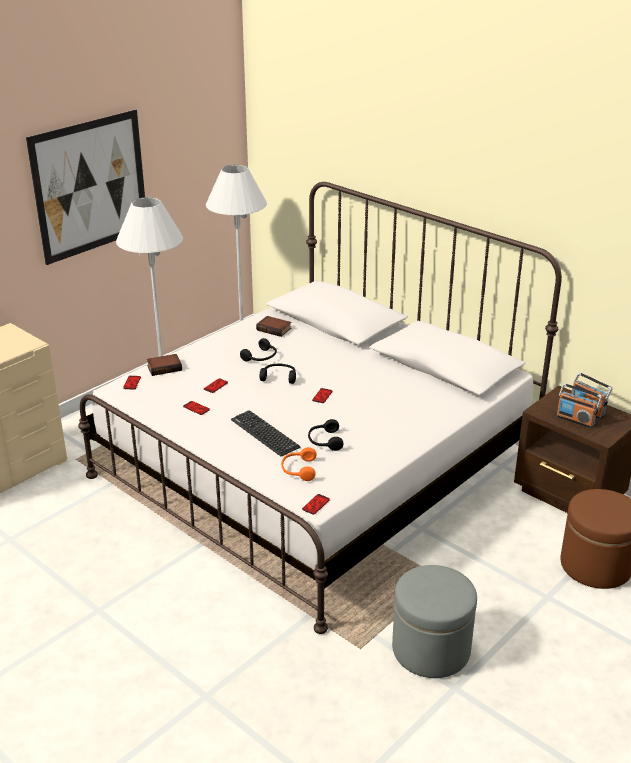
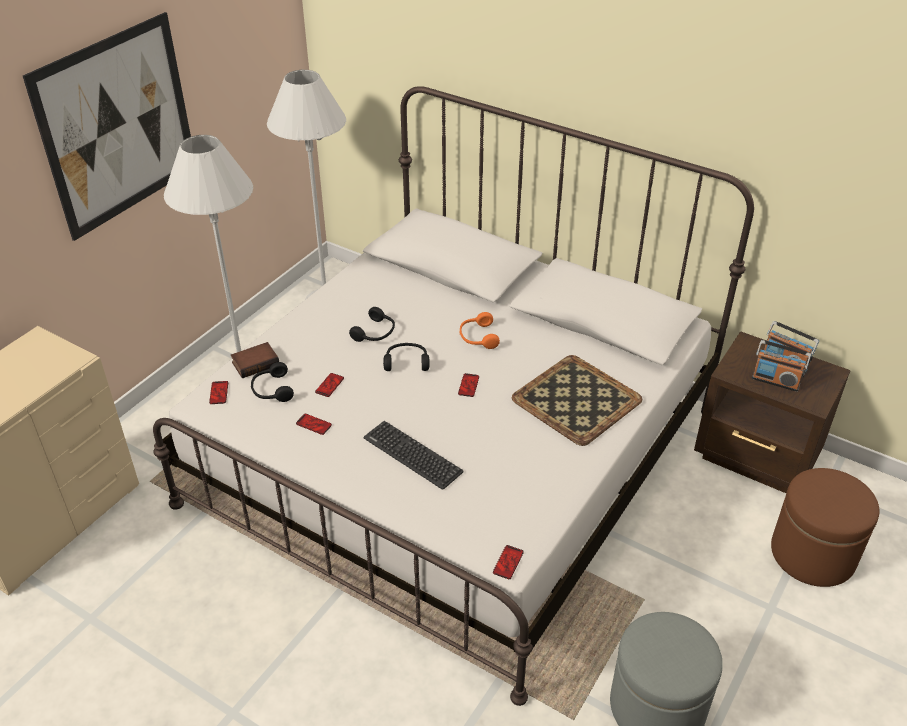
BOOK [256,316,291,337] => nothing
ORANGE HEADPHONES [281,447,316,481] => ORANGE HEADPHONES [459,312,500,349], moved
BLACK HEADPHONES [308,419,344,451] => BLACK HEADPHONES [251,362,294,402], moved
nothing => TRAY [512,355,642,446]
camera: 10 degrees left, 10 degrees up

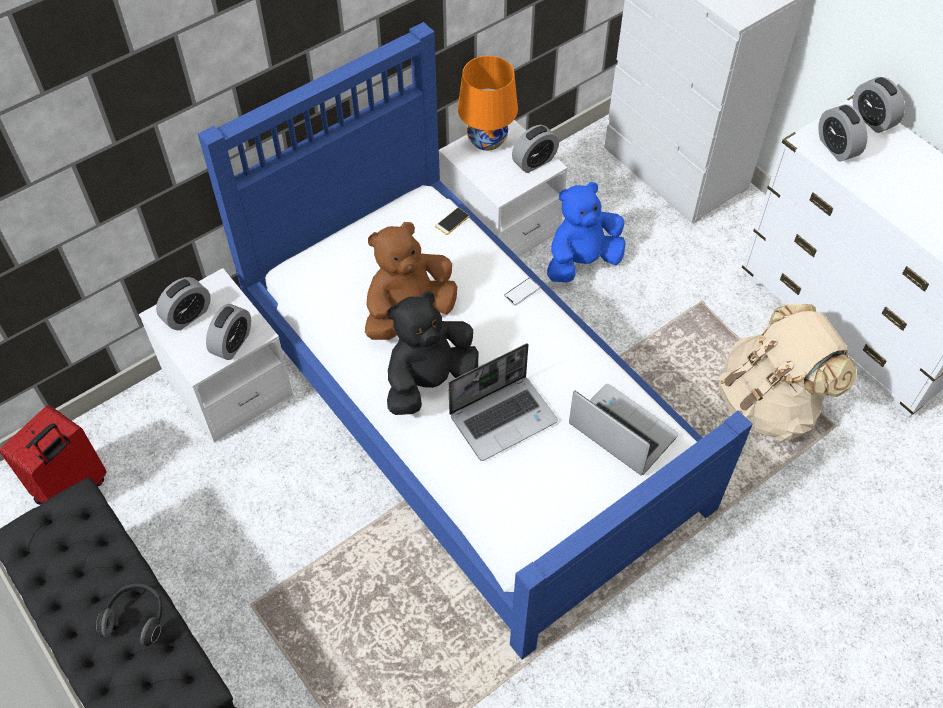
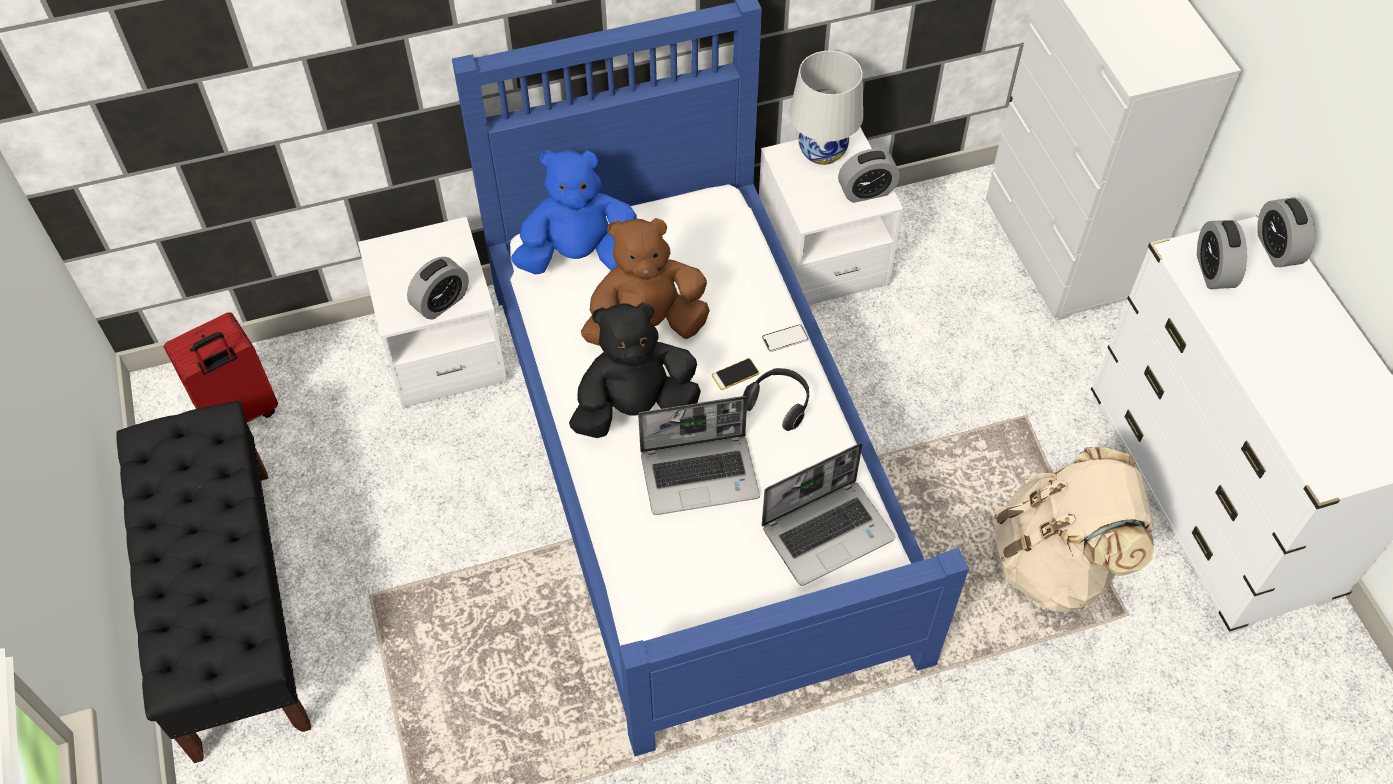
HEADPHONES [96,584,162,647] => HEADPHONES [743,368,809,431], moved
ALARM CLOCK [156,277,211,330] => nothing
PHONE [435,208,469,235] => PHONE [712,358,759,390], moved
ORANGE TABLE LAMP [458,56,518,151] => WHITE TABLE LAMP [790,51,863,165]
BLUE PLUSH TOY [547,182,626,282] => BLUE PLUSH TOY [511,150,637,274], moved
LAPTOP [569,384,679,476] => LAPTOP [762,443,895,586], 90 degrees clockwise
camera: 20 degrees right, 0 degrees up

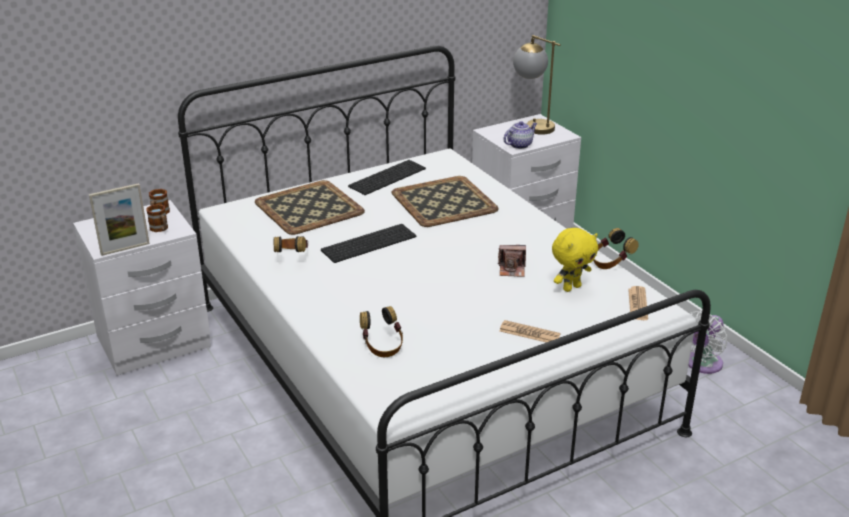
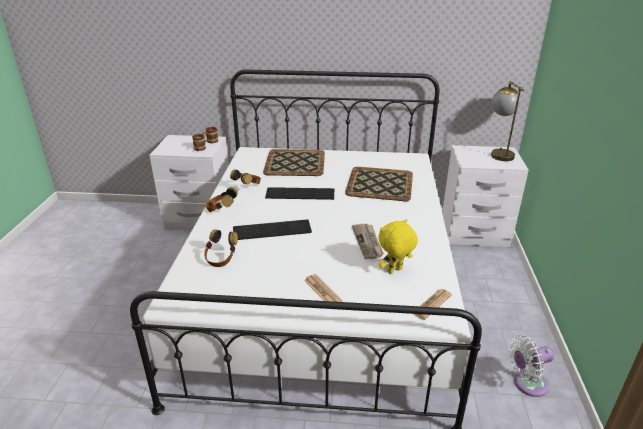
PICTURE FRAME [89,183,150,256] => nothing
KEYBOARD [348,160,426,195] => KEYBOARD [233,219,312,240], moved
PHOTO CAMERA [498,245,526,277] => NEWSPAPER [352,224,384,259]
TEAPOT [504,121,537,149] => nothing
YELLOW PLUSH TOY [552,228,598,292] => YELLOW PLUSH TOY [379,219,418,274], 150 degrees clockwise
HEADPHONES [593,228,639,269] => HEADPHONES [205,187,238,212], moved
camera: 35 degrees right, 0 degrees up

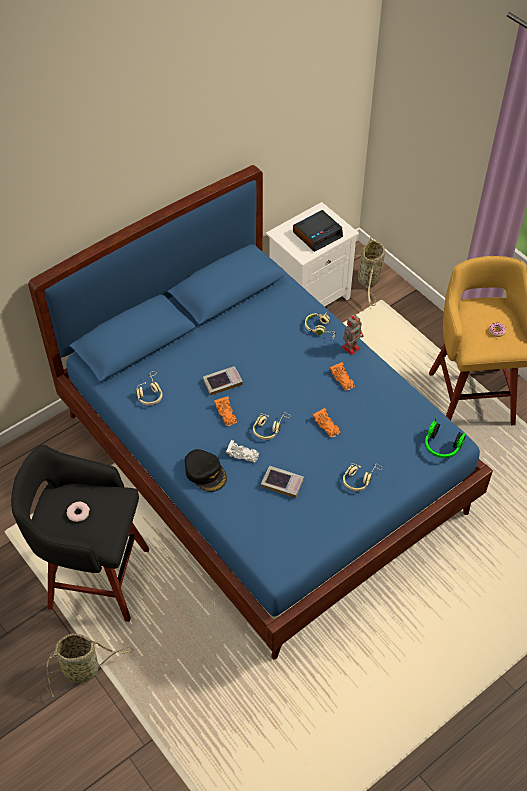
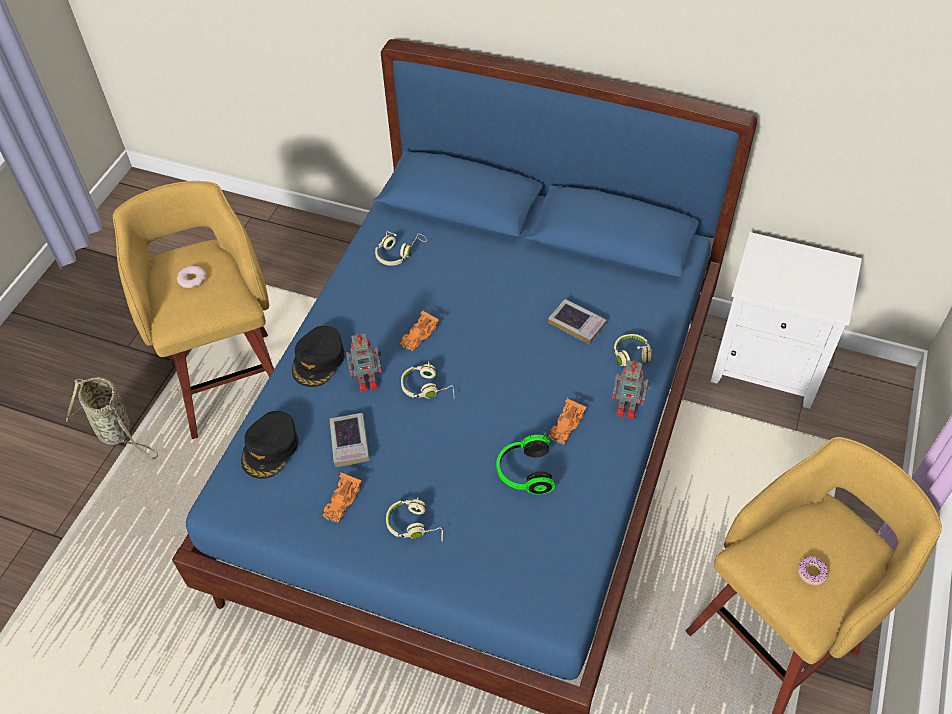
BLACK STOOL [11,445,149,622] => YELLOW STOOL [113,181,274,439]
BOOK [203,366,243,395] => BOOK [548,299,607,345], moved
WHITE TOY CAR [226,439,259,463] => TOY ROBOT [346,333,382,392]
ALARM CLOCK [293,210,343,252] => nothing
ORANGE TOY CAR [312,408,341,438] => ORANGE TOY CAR [322,471,362,523], moved
BASKET [354,237,385,306] => nothing
HEADPHONES [425,419,466,458] => HEADPHONES [496,433,555,494], moved
nothing => BLACK CAP [241,411,298,479]
camera: 60 degrees right, 0 degrees up

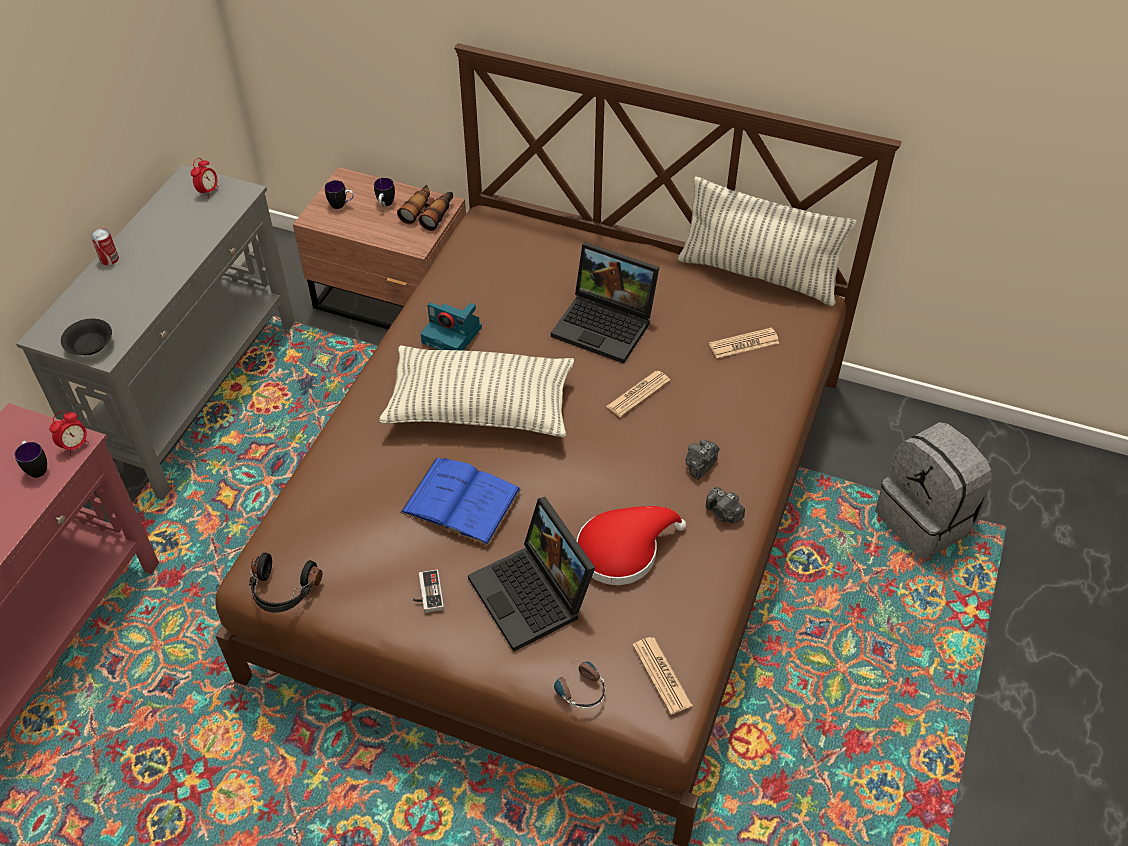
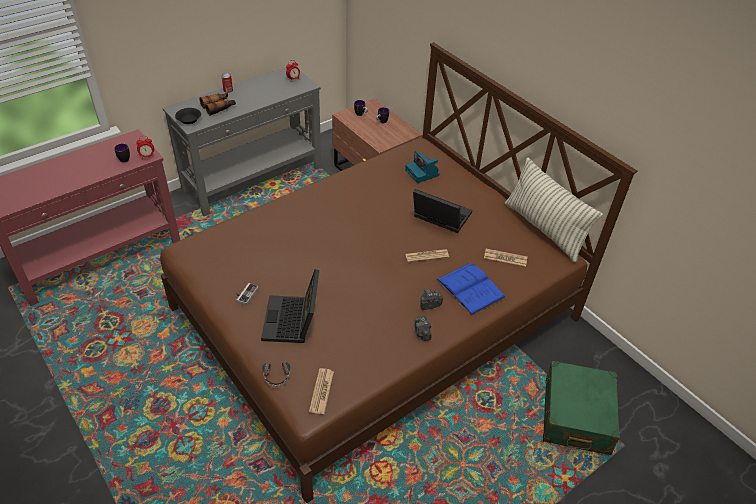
BLACK HEADPHONES [249,552,322,613] => nothing
PILLOW [379,345,574,437] => nothing
BINOCULARS [397,185,453,231] => BINOCULARS [199,93,236,116], moved
BLUE BOOK [400,458,521,546] => BLUE BOOK [436,263,506,316], moved
PHOTO CAMERA [420,302,482,351] => PHOTO CAMERA [405,151,439,183], moved
LAPTOP [551,242,659,364] => LAPTOP [413,189,472,233], 150 degrees clockwise
RED HAT [577,506,687,585] => nothing
GREY BACKPACK [875,422,992,559] => GREEN SUITCASE [543,361,620,455]
camera: 30 degrees right, 5 degrees down

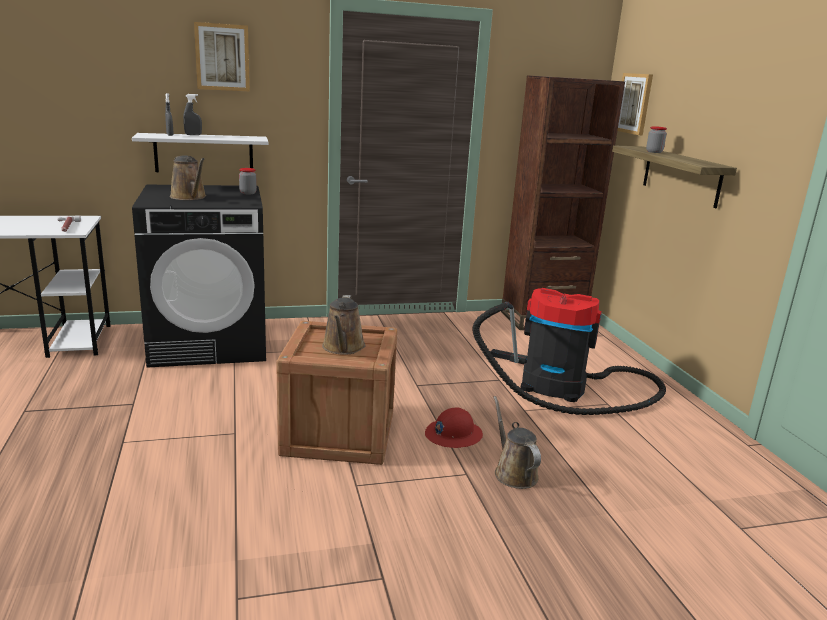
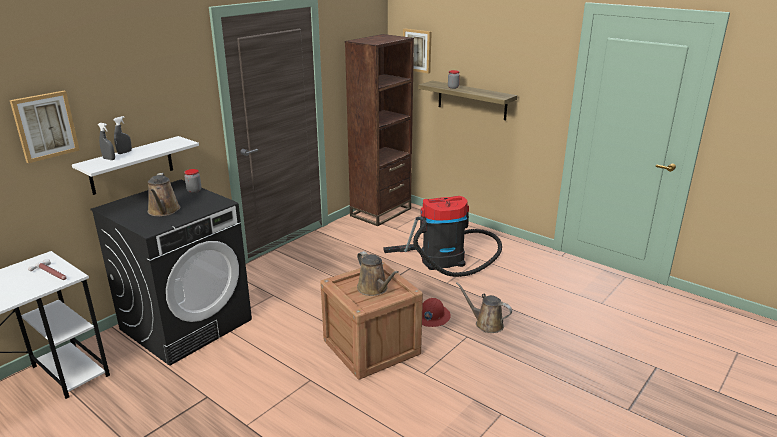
BROWN WATERING CAN [170,155,206,200] => BROWN WATERING CAN [148,173,181,216], 60 degrees clockwise
PICTURE [194,22,250,91] => PICTURE [10,91,79,163], moved
camera: 35 degrees left, 5 degrees up

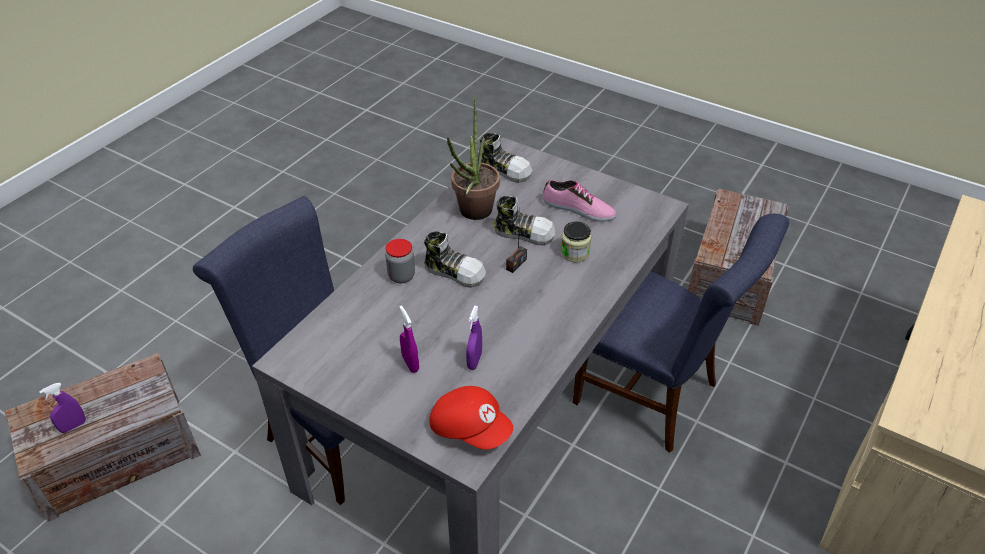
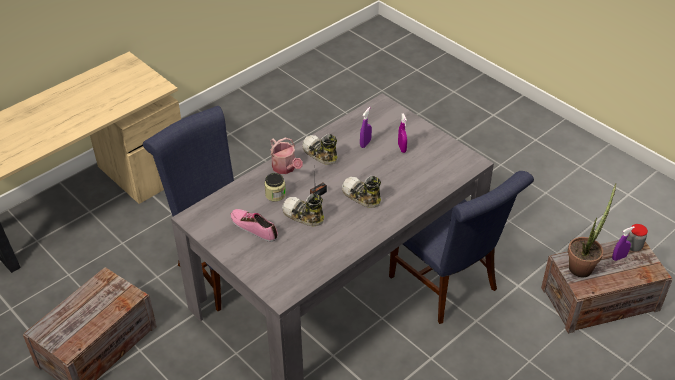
JAR [385,239,415,283] => JAR [626,224,648,252], moved
RED CAP [429,386,513,450] => nothing
POTTED PLANT [447,96,500,220] => POTTED PLANT [568,183,616,277], moved
SHOE [480,133,532,183] => SHOE [302,134,338,165], moved
nothing => WATERING CAN [270,138,303,174]
camera: 165 degrees left, 0 degrees up

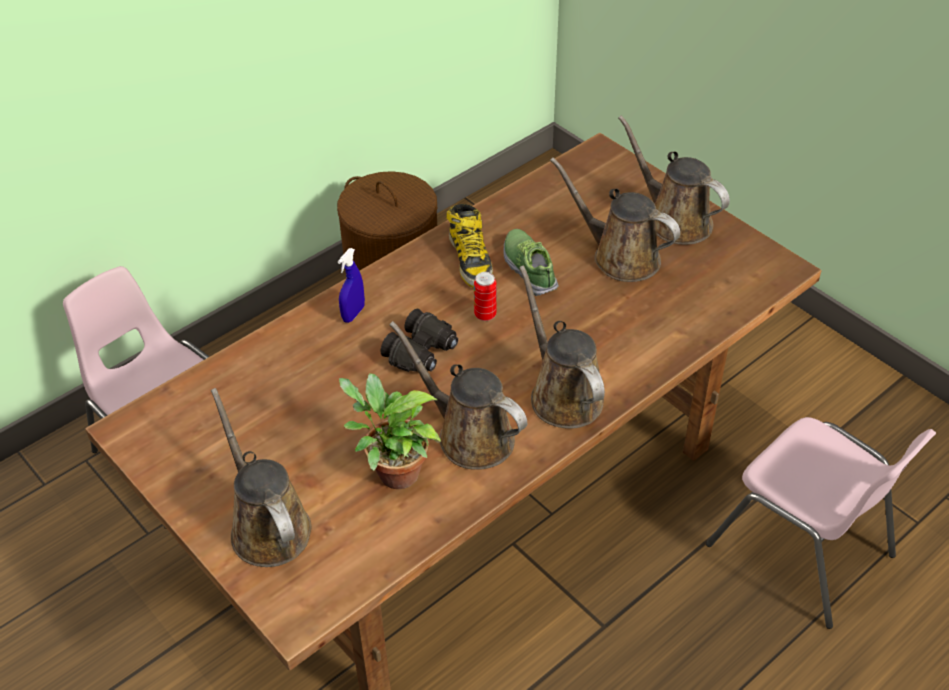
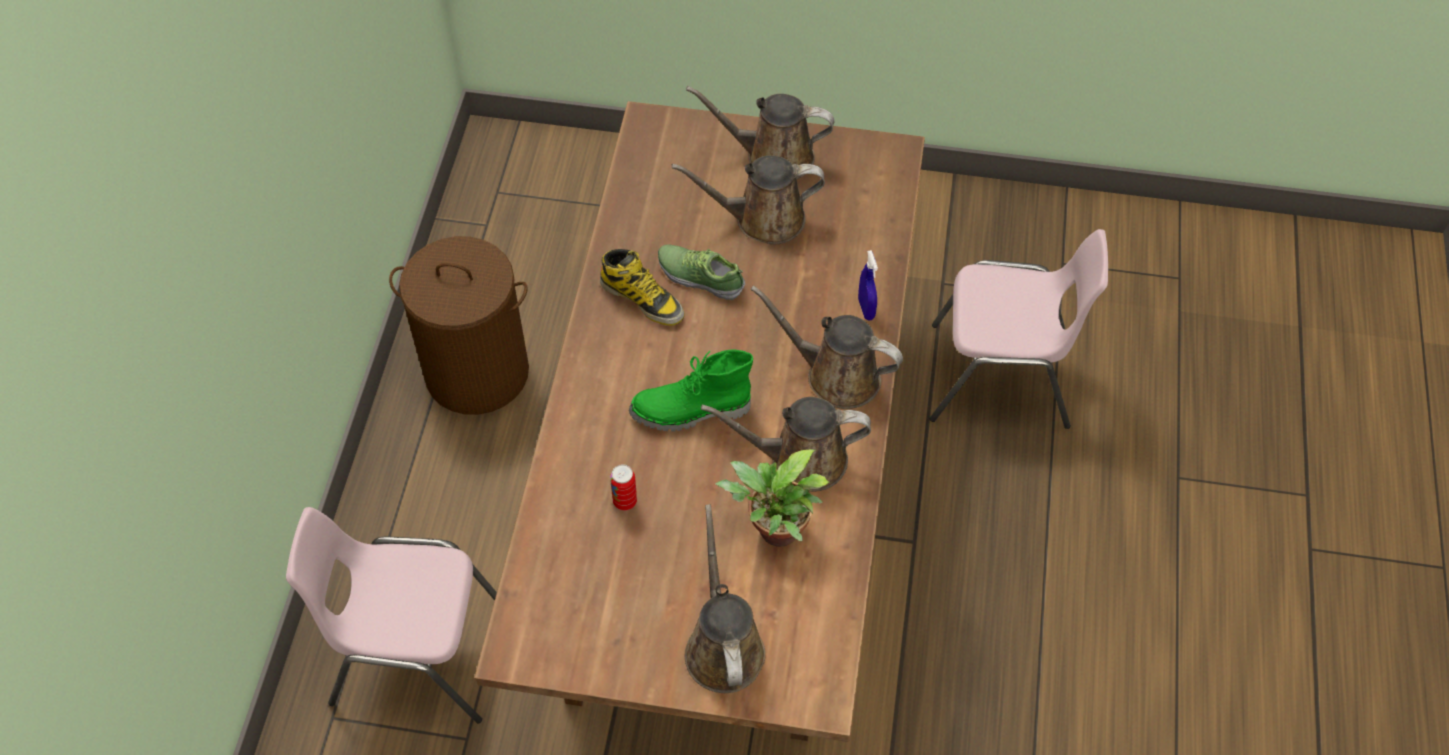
BROWN WATERING CAN [211,388,312,567] => BROWN WATERING CAN [685,504,766,693], 60 degrees clockwise
BLUE SPRAY BOTTLE [338,248,365,323] => BLUE SPRAY BOTTLE [858,250,878,320], moved
BLACK BINOCULARS [381,309,458,372] => GREEN BOOT [629,349,753,432]
CAN [474,272,497,321] => CAN [610,464,637,511], moved
camera: 40 degrees left, 10 degrees up

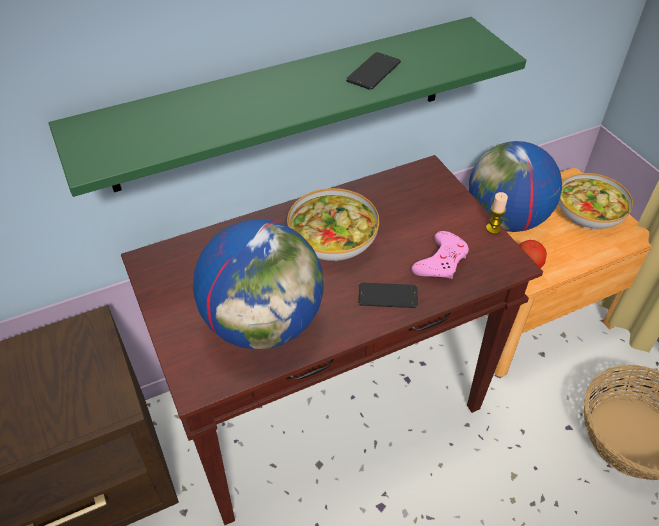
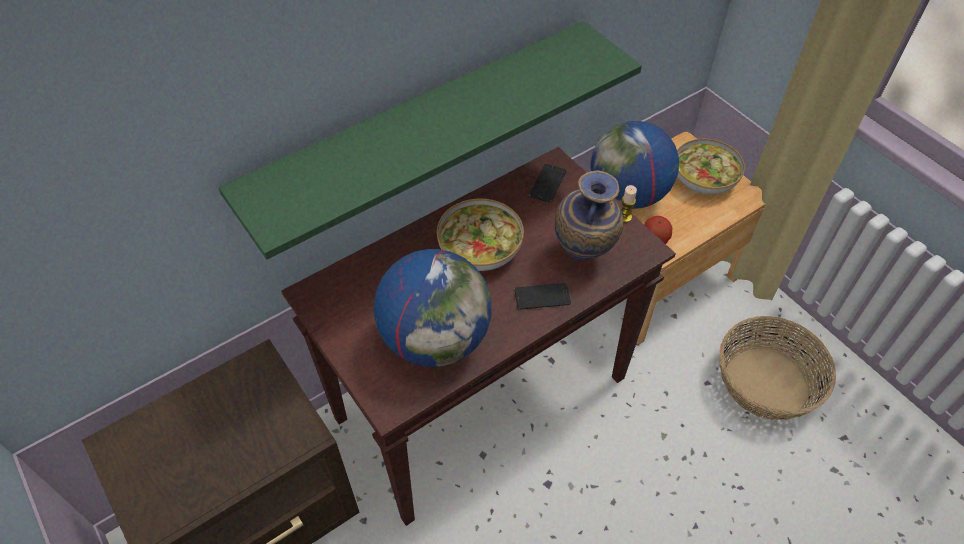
PHONE [346,52,401,90] => PHONE [529,164,566,203], moved
PINK GAME CONTROLLER [411,231,469,279] => VASE [555,170,623,260]
camera: 10 degrees left, 5 degrees up

